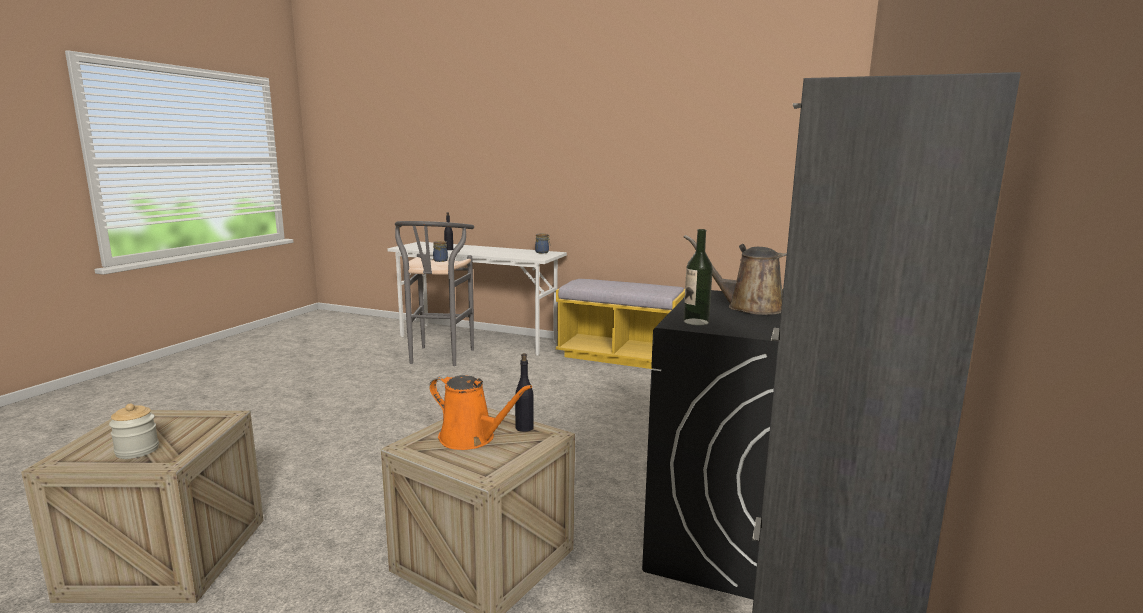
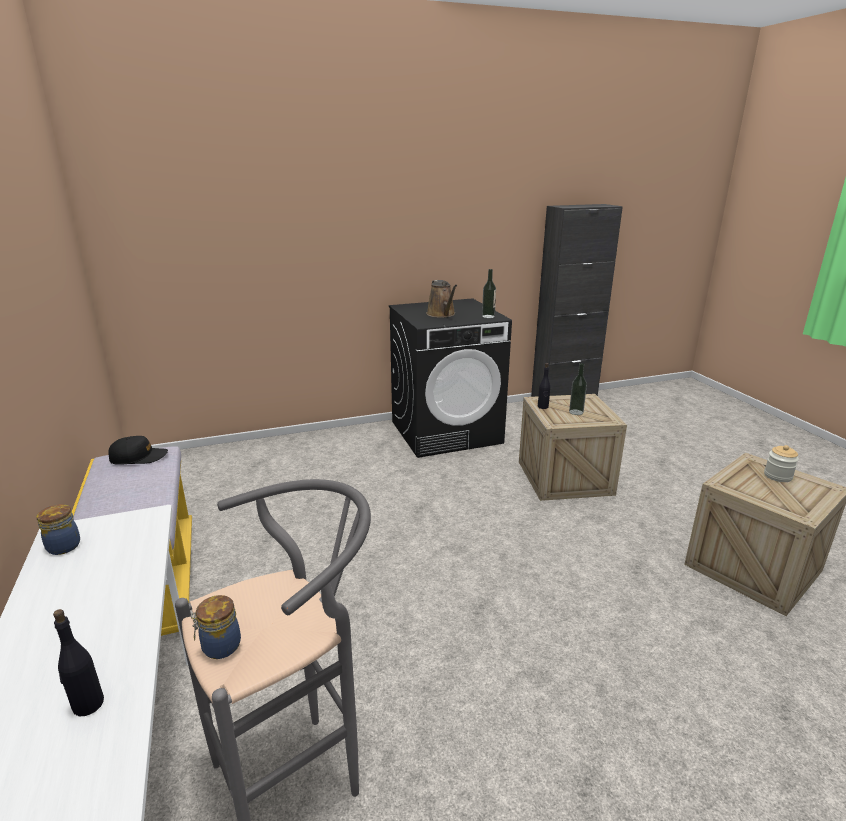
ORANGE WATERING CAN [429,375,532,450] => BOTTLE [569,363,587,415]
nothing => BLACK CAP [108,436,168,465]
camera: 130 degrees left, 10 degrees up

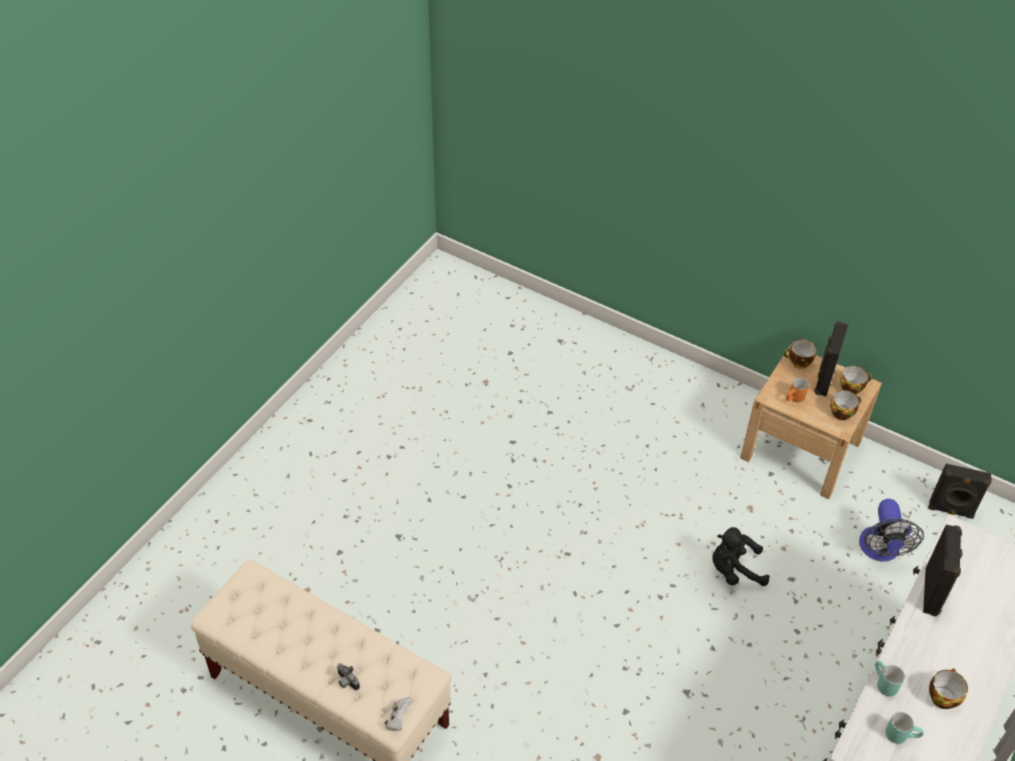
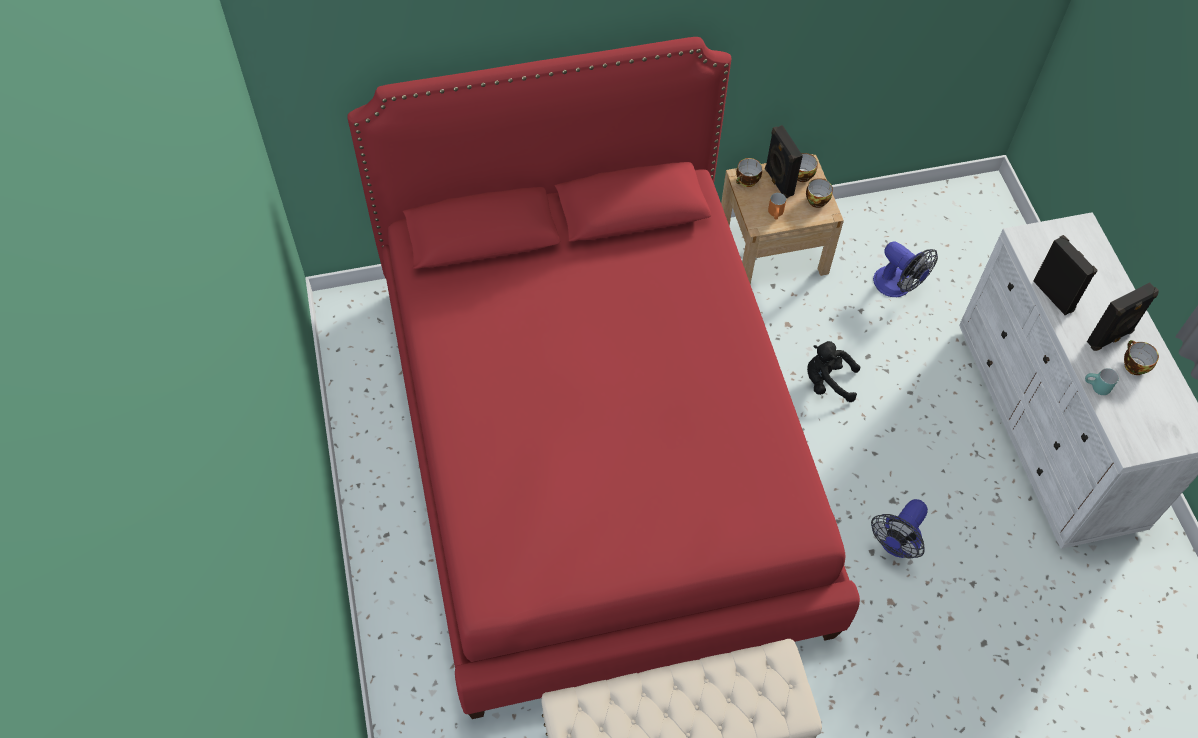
PHOTO CAMERA [337,663,360,690] => nothing
WHITE GAME CONTROLLER [384,697,412,731] => nothing
BLACK PLUSH TOY [713,527,770,586] => BLACK PLUSH TOY [807,341,860,402], 60 degrees clockwise
TURQUOISE MUG [885,712,924,744] => nothing
BLACK SPEAKER [928,464,992,519] => BLACK SPEAKER [1087,282,1159,351], moved
nothing => RED BED [347,37,860,719]
nothing => FAN [871,499,928,559]
camera: 45 degrees left, 10 degrees up

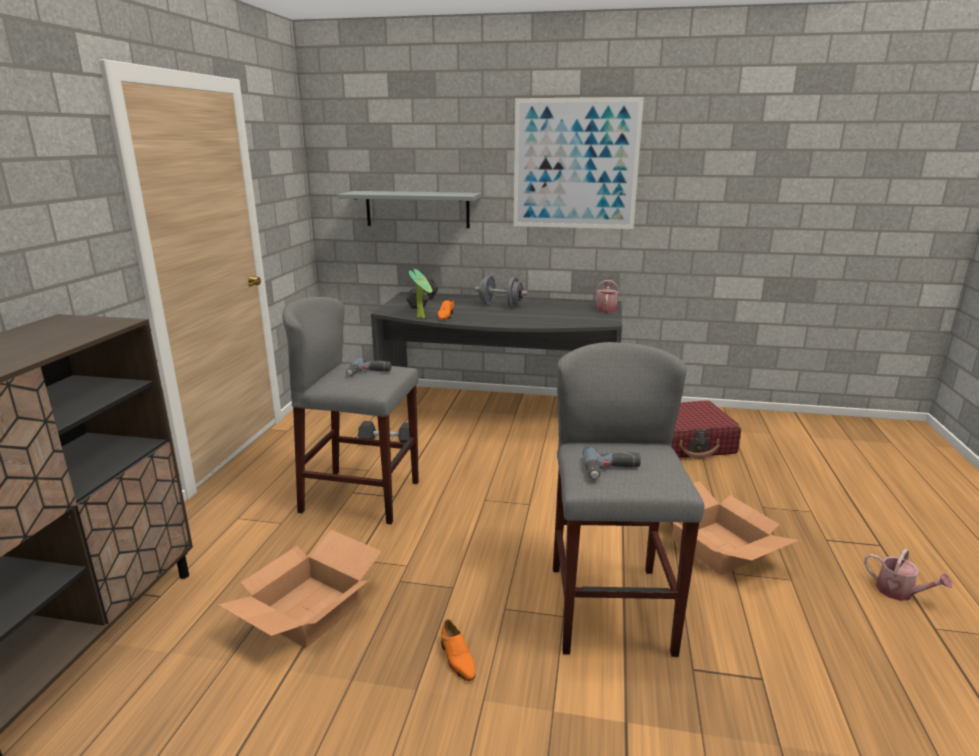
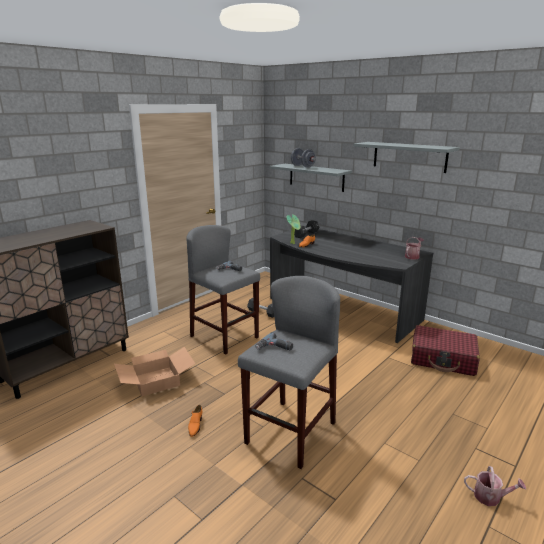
GREY DUMBBELL [475,275,528,307] => GREY DUMBBELL [291,148,316,168], moved
PICTURE [514,97,644,229] => GREY SHELF [353,142,460,173]
CARDBOARD BOX [671,481,799,575] => nothing
WATERING CAN [864,549,952,601] => WATERING CAN [464,466,526,506], 60 degrees counterclockwise
camera: 30 degrees right, 0 degrees up

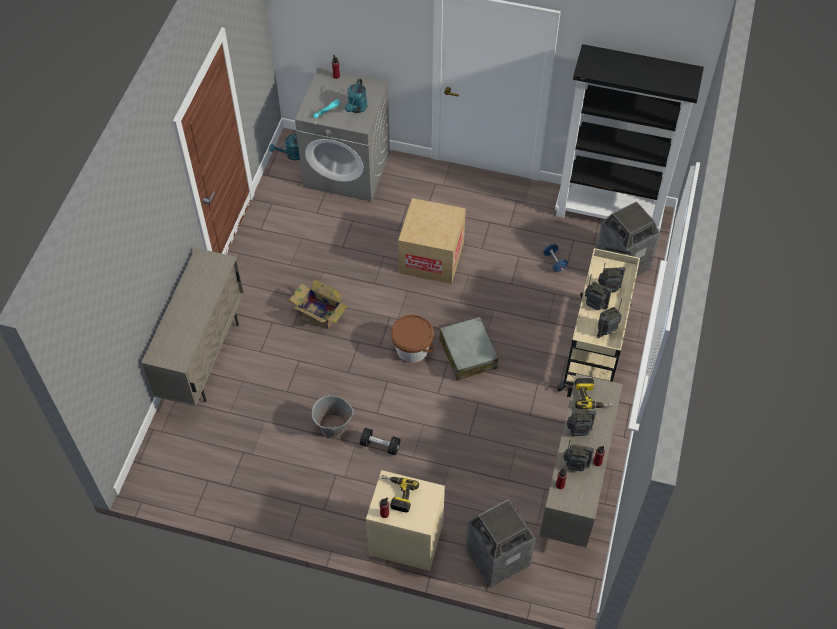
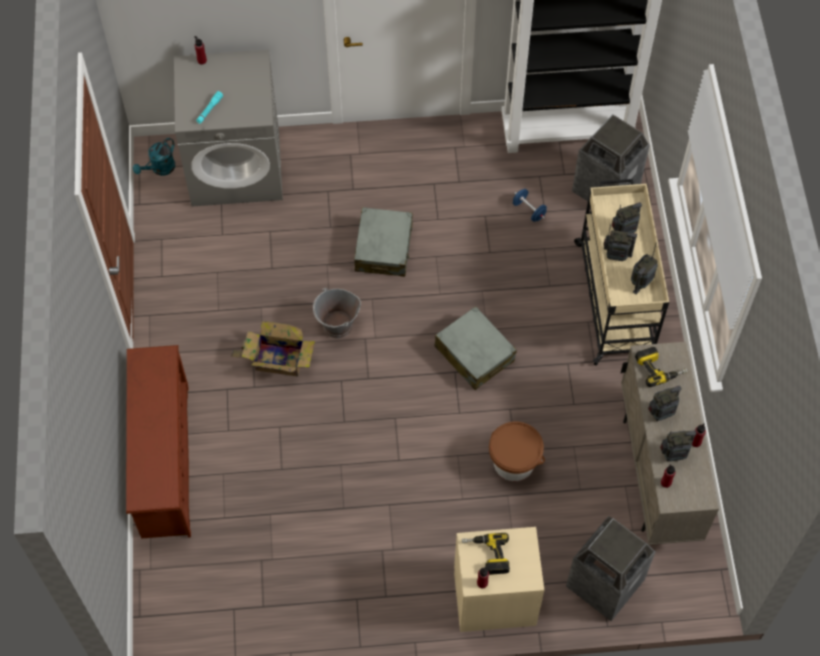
BEIGE CABINET [142,248,244,406] => BROWN SHOE RACK [126,345,191,539]
GREY BUCKET [312,393,354,439] => GREY BUCKET [313,288,361,339], moved
TURQUOISE WATERING CAN [345,78,367,113] => nothing
BLACK DUMBBELL [360,428,401,455] => nothing
BROWN BUCKET [391,315,434,363] => BROWN BUCKET [489,422,545,481], moved
CARDBOARD BOX [398,198,466,284] => GREY SUITCASE [354,207,413,277]
camera: 20 degrees left, 5 degrees up

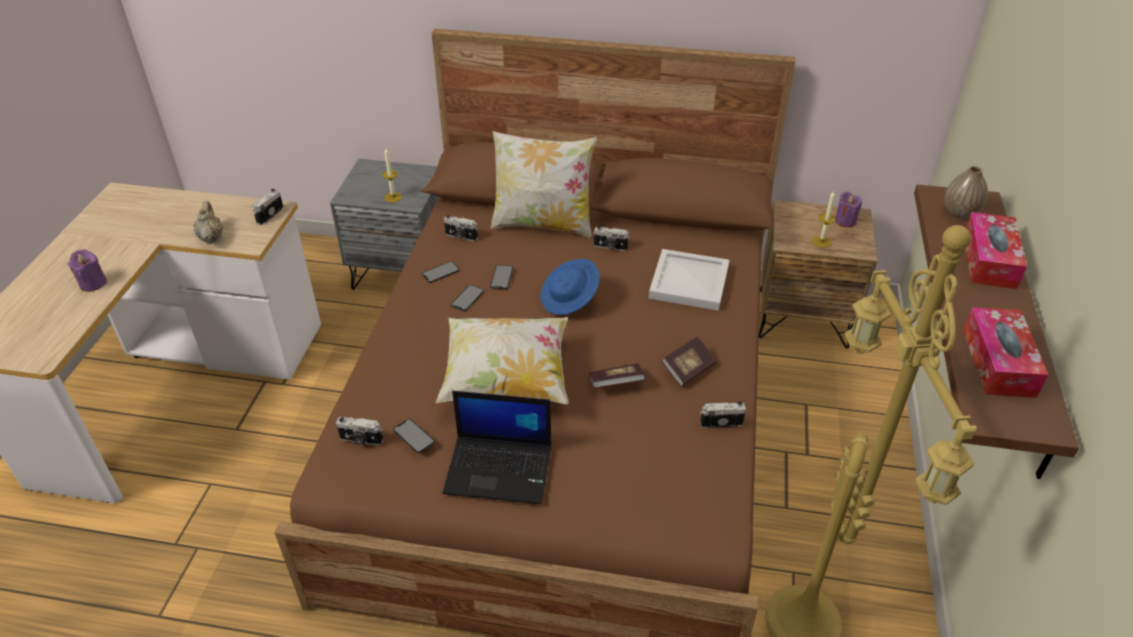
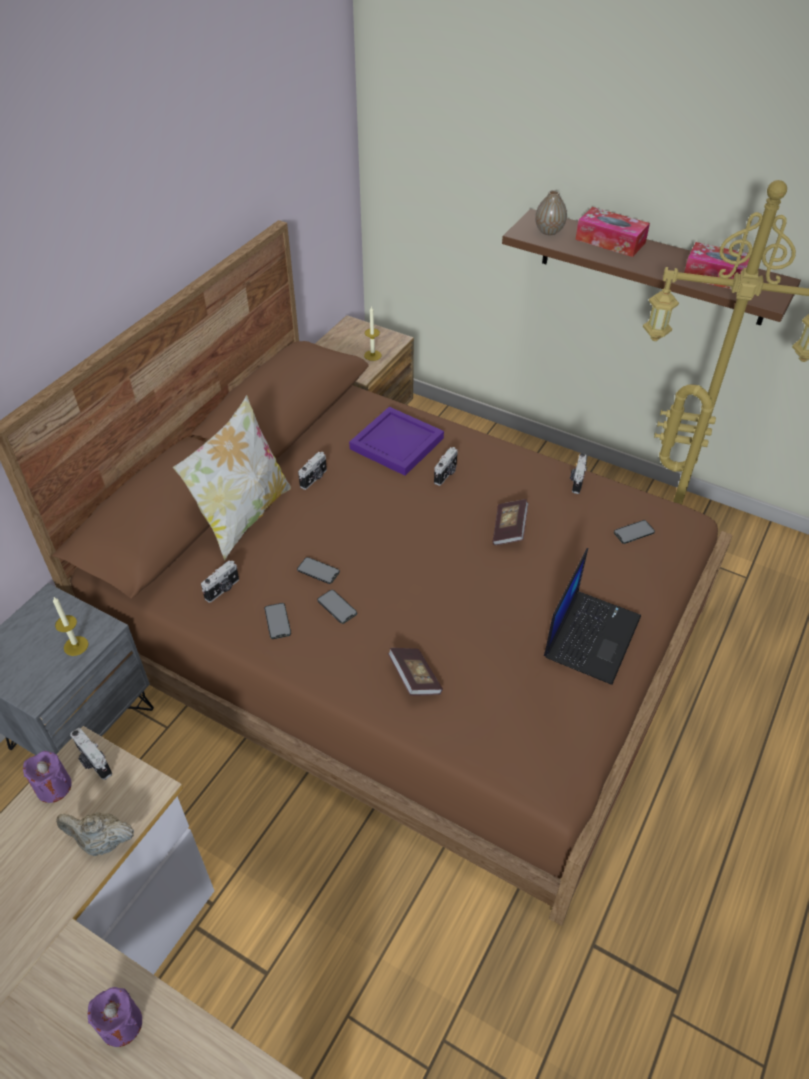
PHOTO CAMERA [336,417,383,446] => PHOTO CAMERA [434,447,458,486], moved
PHONE [393,419,434,453] => PHONE [614,520,655,544], moved
PILLOW [436,317,569,404] => nothing
BLUE HAT [540,259,600,315] => nothing
WHITE TRAY [649,249,729,311] => PURPLE TRAY [349,407,444,476]
BOOK [661,336,716,387] => BOOK [388,648,443,696], moved
PURPLE CANDLE [835,191,862,227] => PURPLE CANDLE [23,751,72,803], moved
camera: 70 degrees left, 5 degrees up

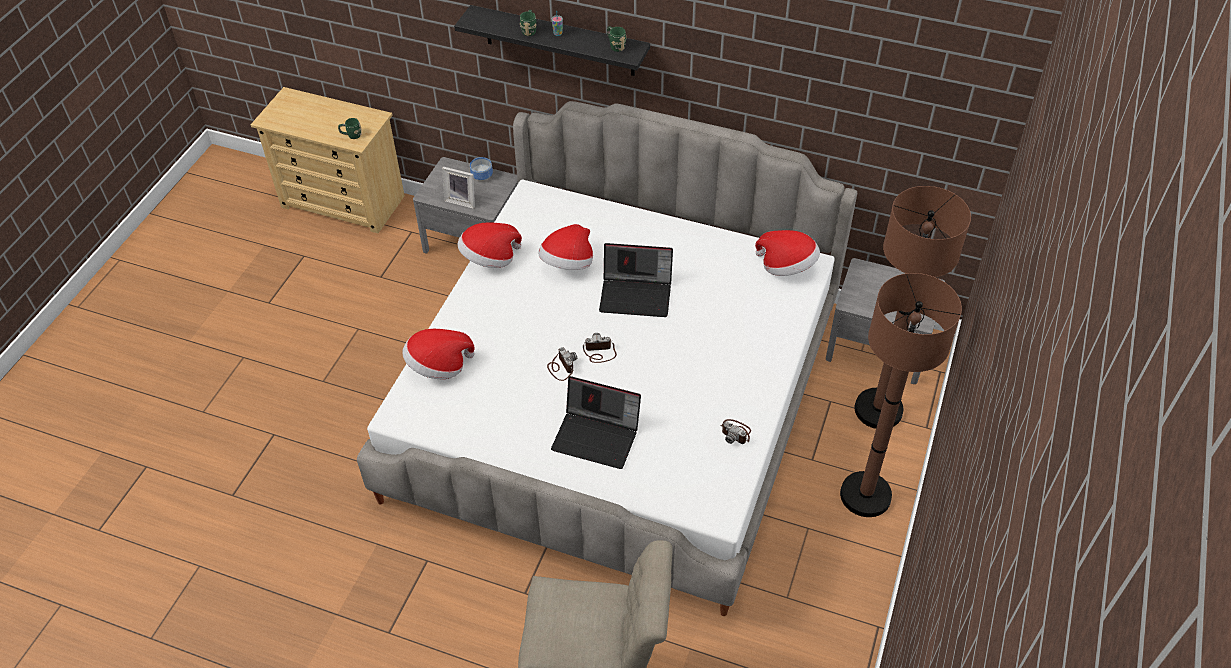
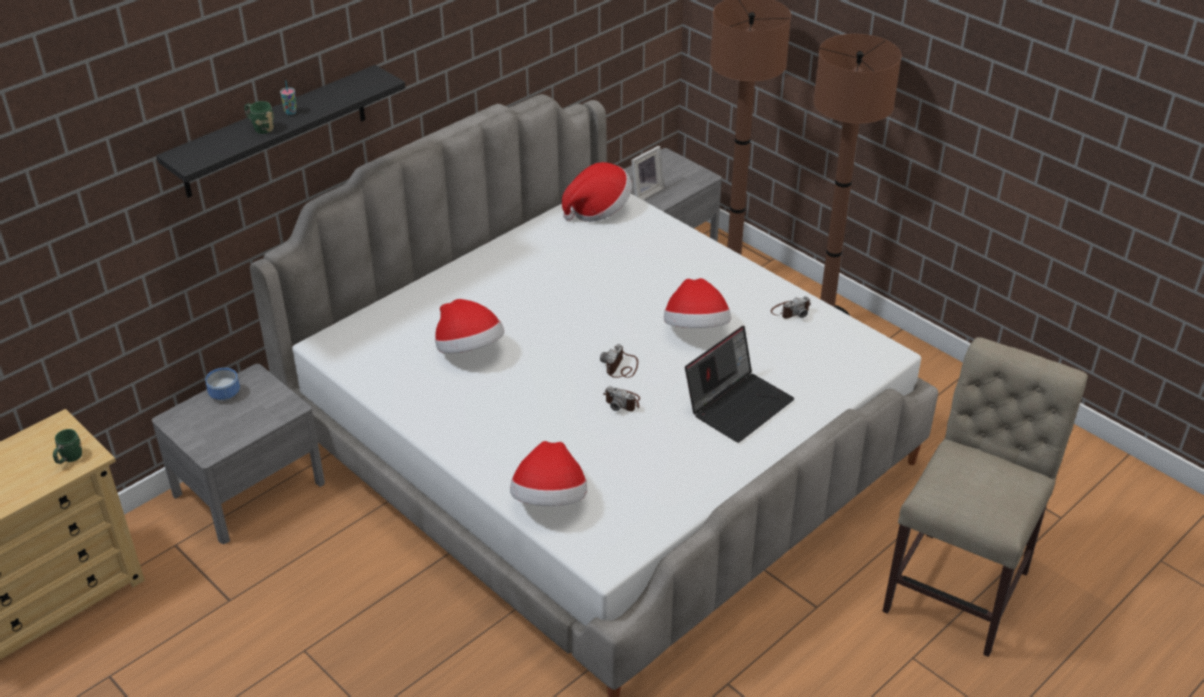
PICTURE FRAME [442,167,475,209] => PICTURE FRAME [631,146,664,200], moved
HAT [457,223,522,268] => HAT [664,278,731,328], moved
PHOTO CAMERA [547,347,577,381] => PHOTO CAMERA [603,386,640,411], 150 degrees counterclockwise
LAPTOP [599,243,673,317] => nothing
GREEN MUG [607,26,626,52] => nothing
camera: 65 degrees left, 10 degrees down

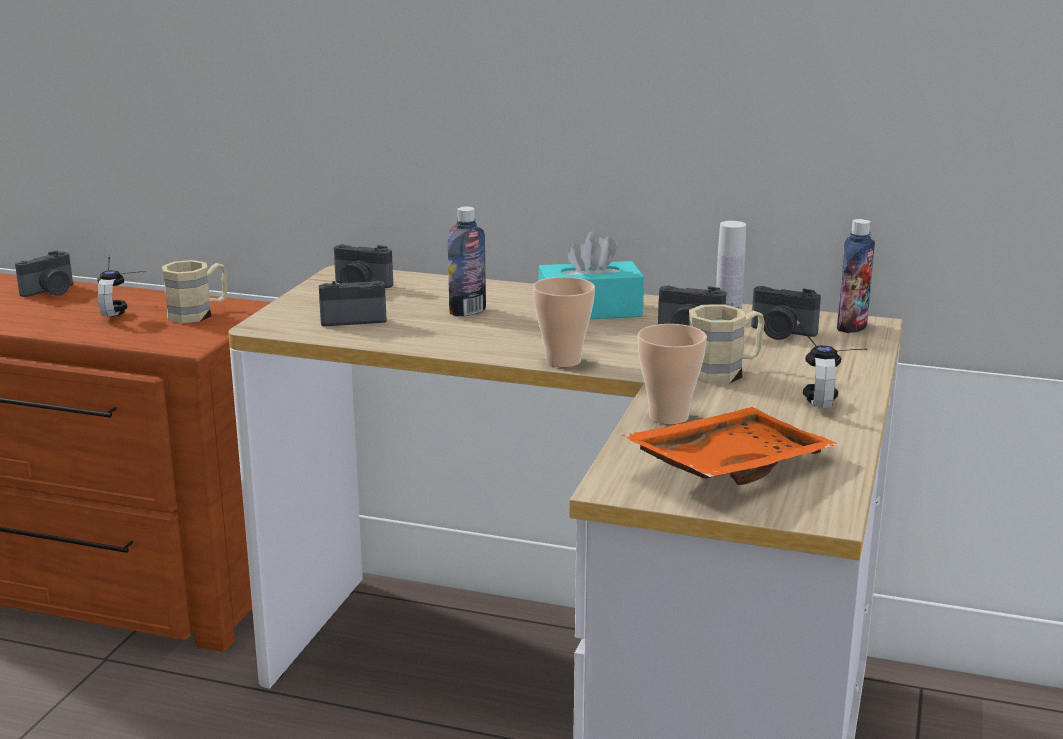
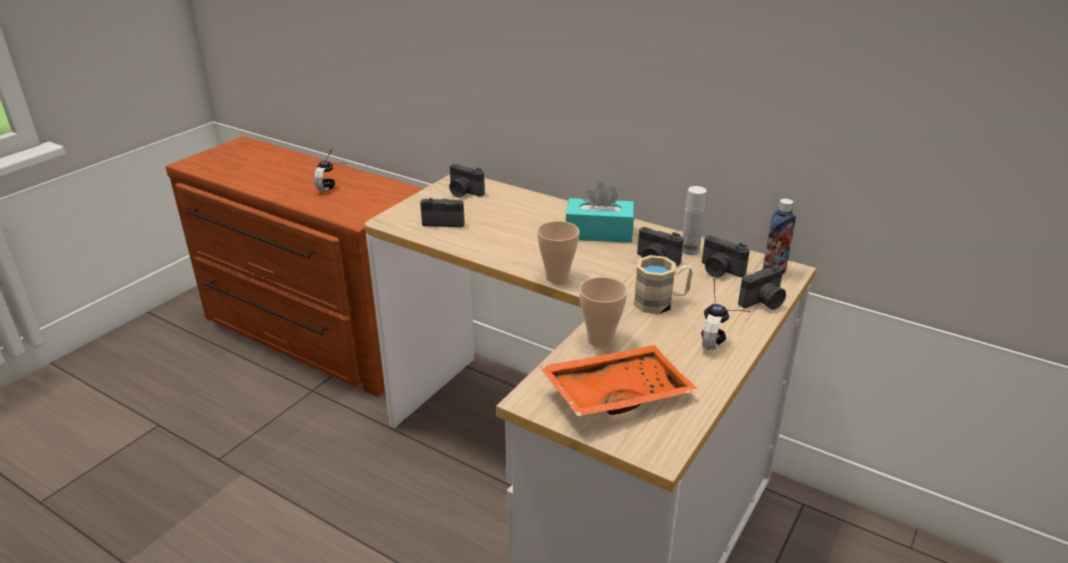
PHOTO CAMERA [15,250,73,297] => PHOTO CAMERA [738,264,786,310], moved
BEIGE MUG [162,260,227,323] => nothing
BOTTLE [448,207,486,317] => nothing
camera: 15 degrees right, 10 degrees up

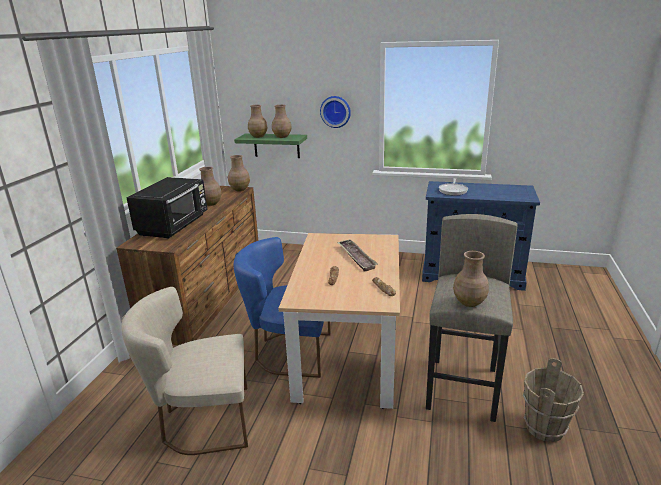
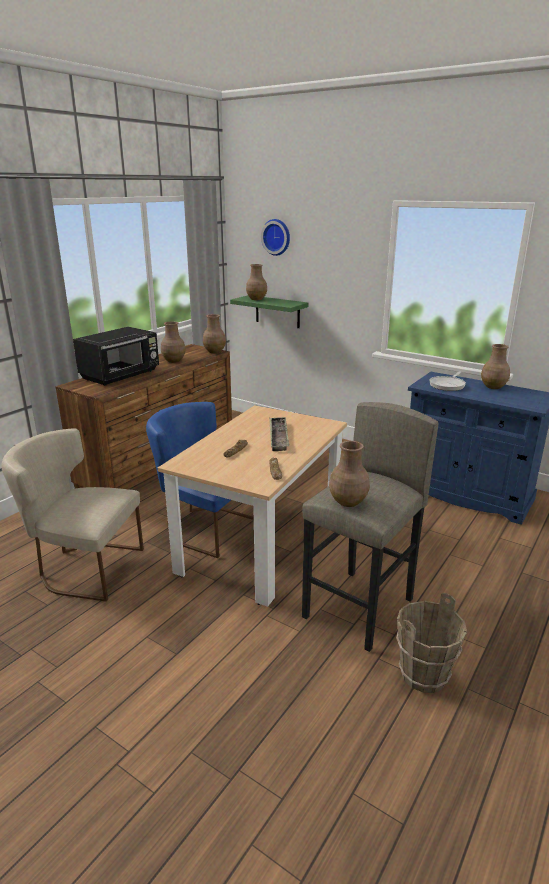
BROWN VASE [272,105,292,138] => BROWN VASE [481,344,510,389], moved
WALL CLOCK [320,96,351,128] => WALL CLOCK [261,219,290,256], moved
camera: 20 degrees right, 0 degrees up

